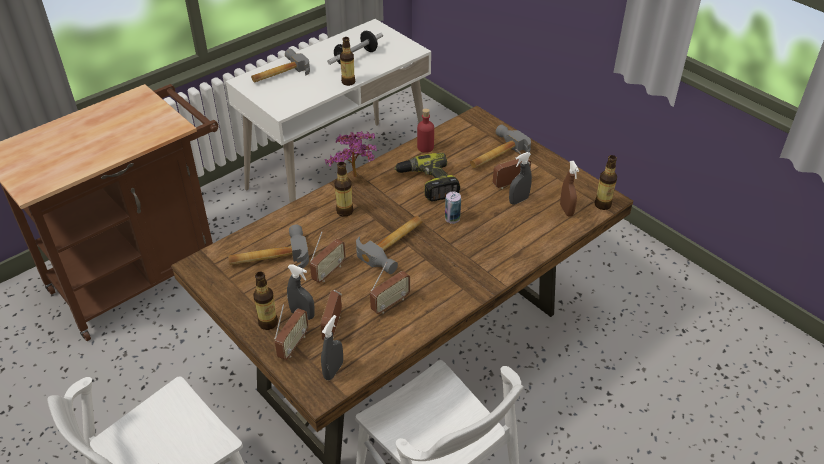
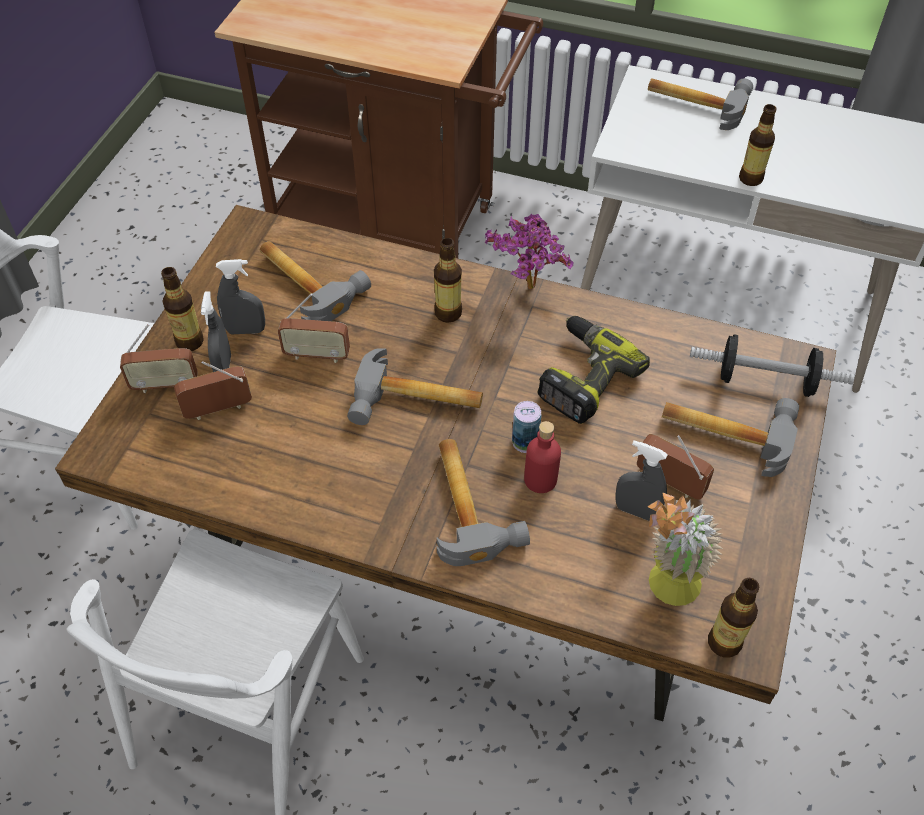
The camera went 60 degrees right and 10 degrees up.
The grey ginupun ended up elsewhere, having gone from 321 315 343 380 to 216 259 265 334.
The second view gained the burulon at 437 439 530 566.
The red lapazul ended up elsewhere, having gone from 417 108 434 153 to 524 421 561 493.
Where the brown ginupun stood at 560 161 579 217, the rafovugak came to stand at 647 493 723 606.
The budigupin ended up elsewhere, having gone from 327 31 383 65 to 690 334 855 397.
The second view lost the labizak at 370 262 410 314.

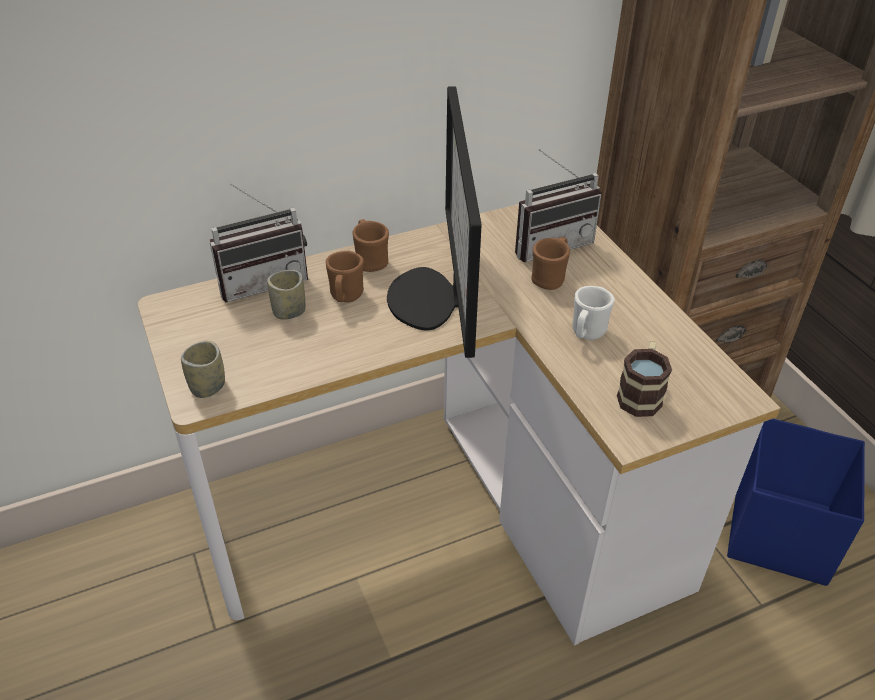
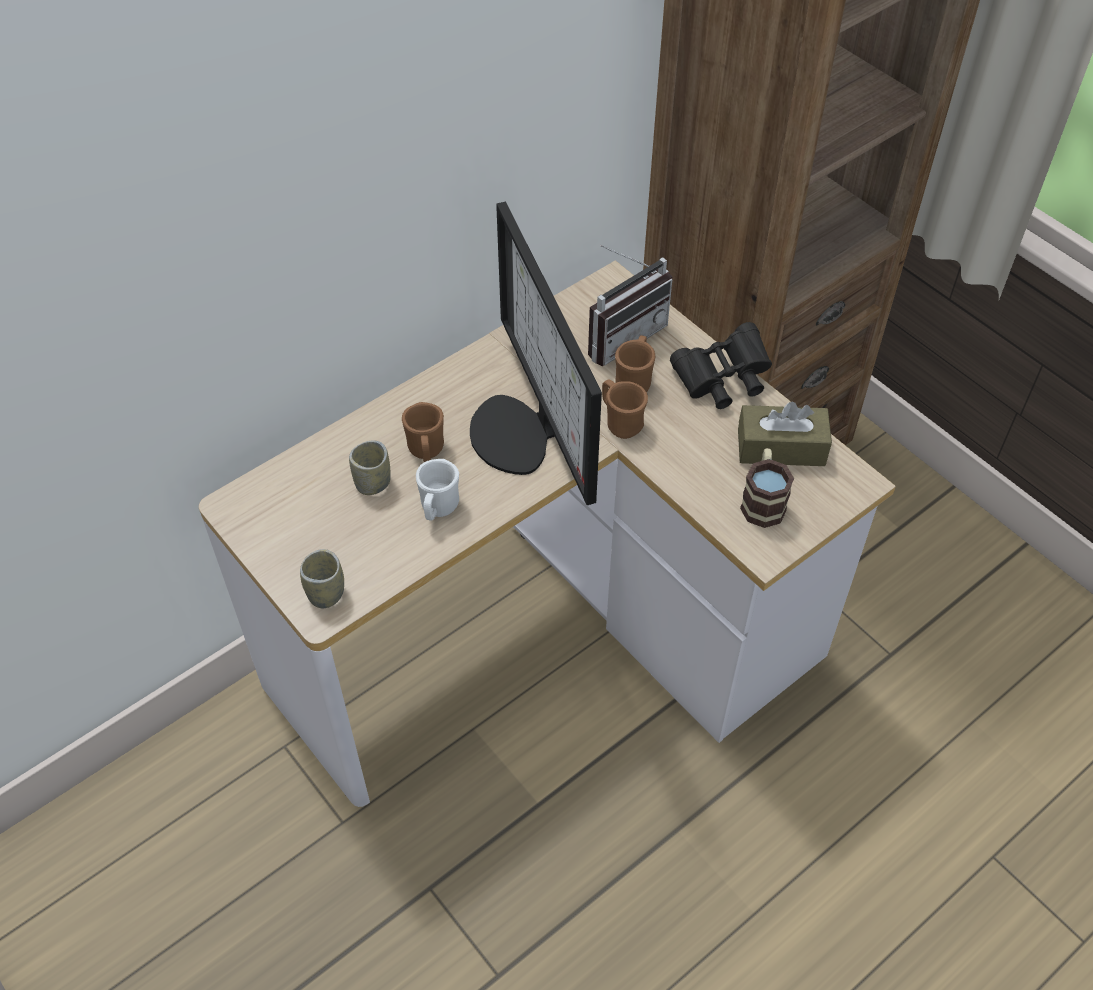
The camera went 15 degrees left and 10 degrees up.
The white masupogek ended up elsewhere, having gone from 572 286 615 340 to 416 459 459 521.
The brown masupogek ended up elsewhere, having gone from 353 219 389 272 to 602 379 648 439.
The second view gained the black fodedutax at 670 322 772 409.
The second view gained the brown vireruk at 738 402 832 466.
The second view lost the labizak at 210 184 308 302.
The second view lost the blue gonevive at 727 419 865 586.

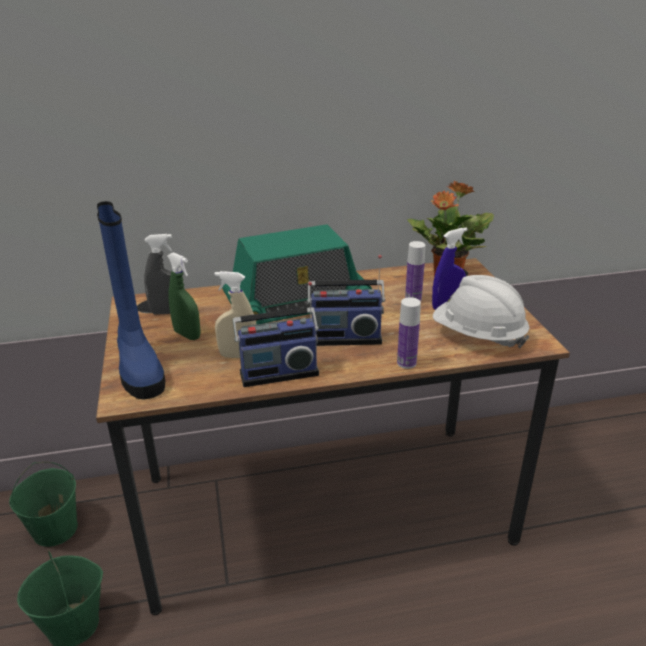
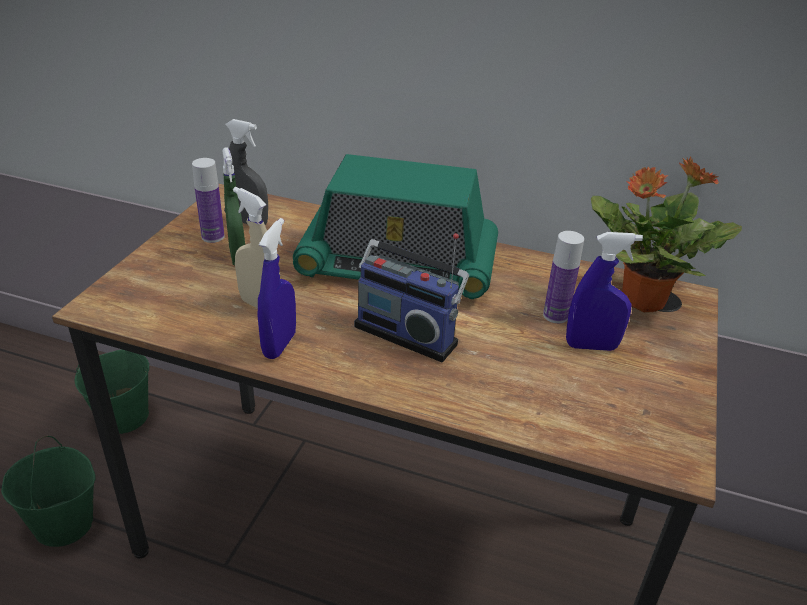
The camera went 30 degrees right and 5 degrees up.
The lapazul ended up elsewhere, having gone from 397 297 421 369 to 192 158 225 243.
Where the labizak stood at 233 282 319 387, the blue ginupun came to stand at 258 218 296 359.
The second view lost the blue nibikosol at 97 201 165 400.
The second view lost the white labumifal at 433 275 530 348.

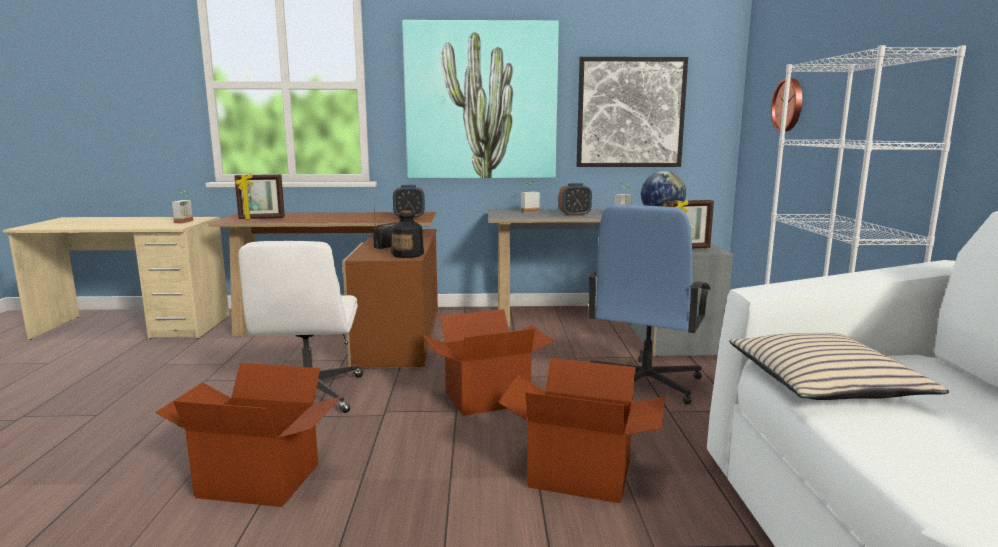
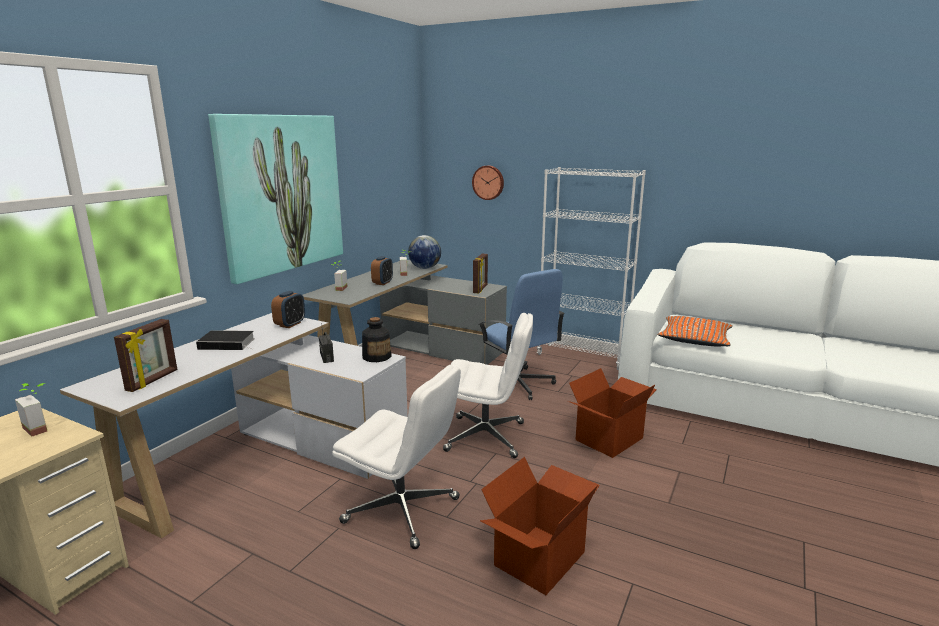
The camera went 60 degrees left and 5 degrees up.
What was the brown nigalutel at 208 212 438 368 turned into the white nigalutel at 60 313 408 538.
The second view gained the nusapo at 196 330 255 350.
Where the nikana stood at 422 309 554 416, the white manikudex came to stand at 443 313 533 458.
What was the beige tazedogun at 729 333 949 400 turned into the orange tazedogun at 657 316 733 346.
The second view lost the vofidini at 577 57 688 167.

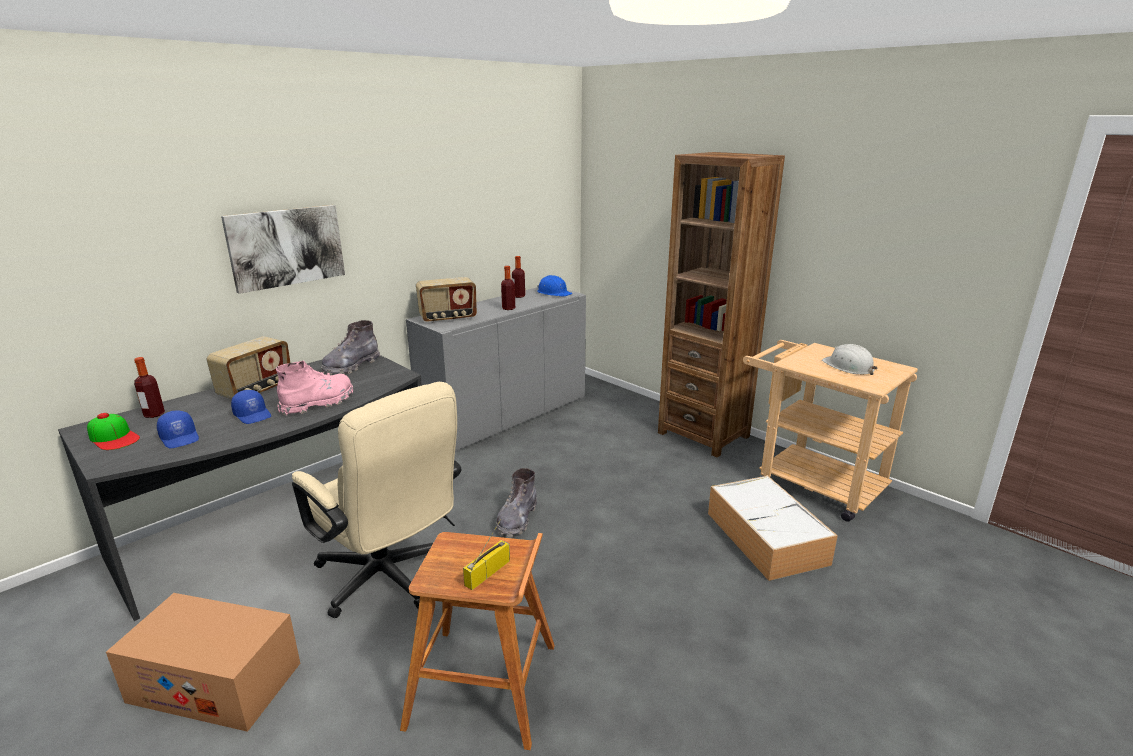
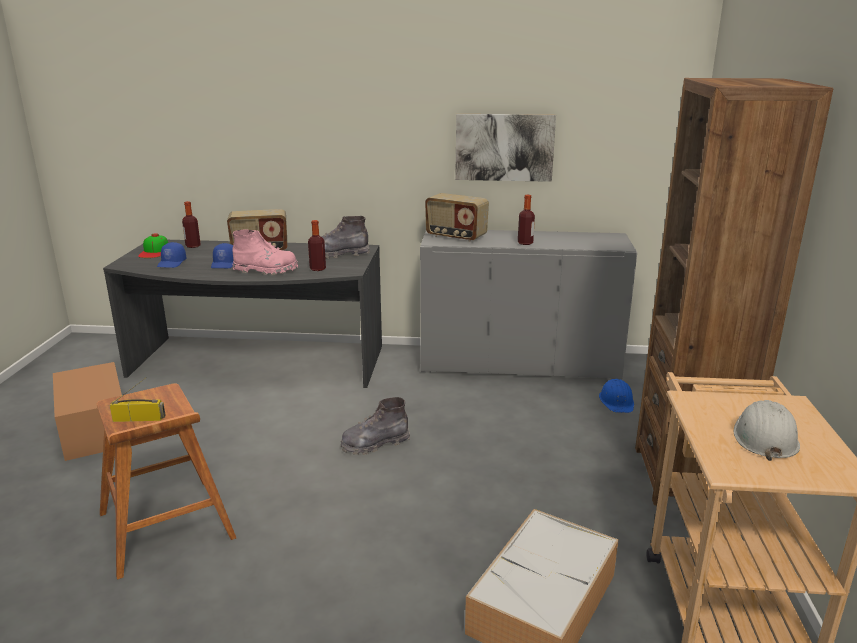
The camera went 50 degrees right and 0 degrees up.
The lapazul ended up elsewhere, having gone from 512 256 525 298 to 308 220 326 271.
The vofidini ended up elsewhere, having gone from 221 205 345 294 to 455 114 556 182.
The blue labumifal ended up elsewhere, having gone from 537 275 572 297 to 599 379 634 413.
The second view lost the beige manikudex at 292 382 461 619.

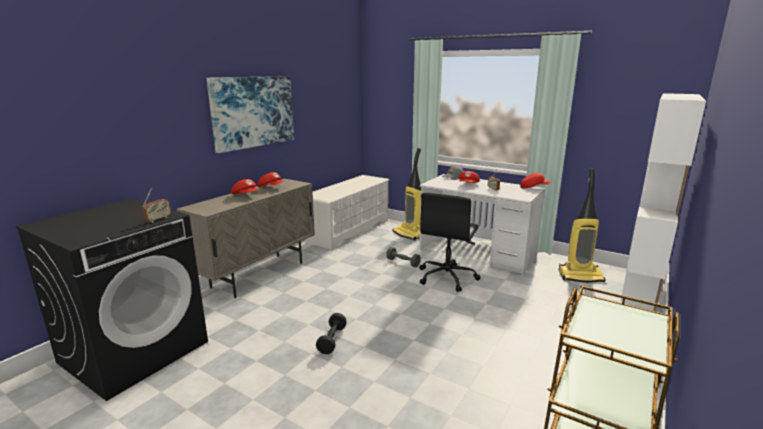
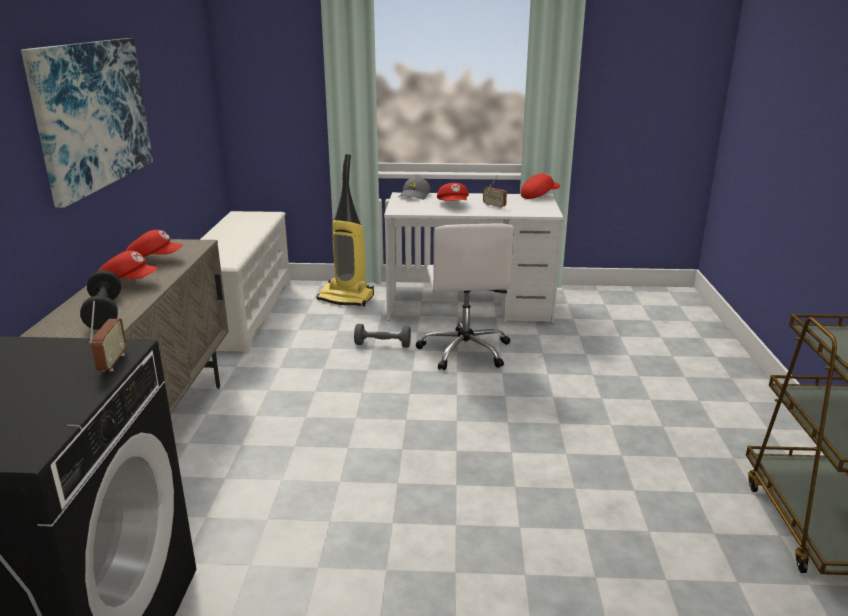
The camera went 30 degrees left and 5 degrees up.
The black budigupin ended up elsewhere, having gone from 316 313 347 354 to 80 270 121 330.
What was the black manikudex at 420 193 480 292 turned into the white manikudex at 415 224 514 370.
The second view lost the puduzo at 559 169 606 283.
The second view lost the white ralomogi at 620 93 706 311.

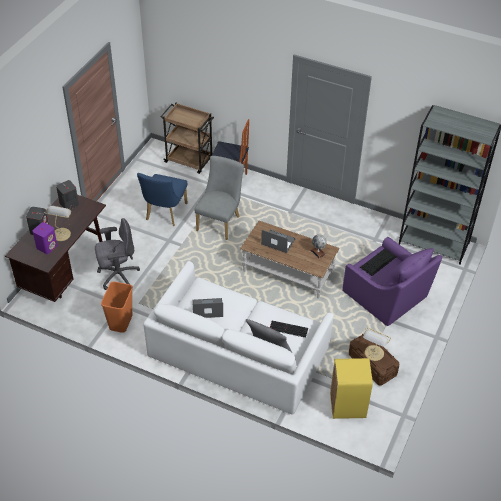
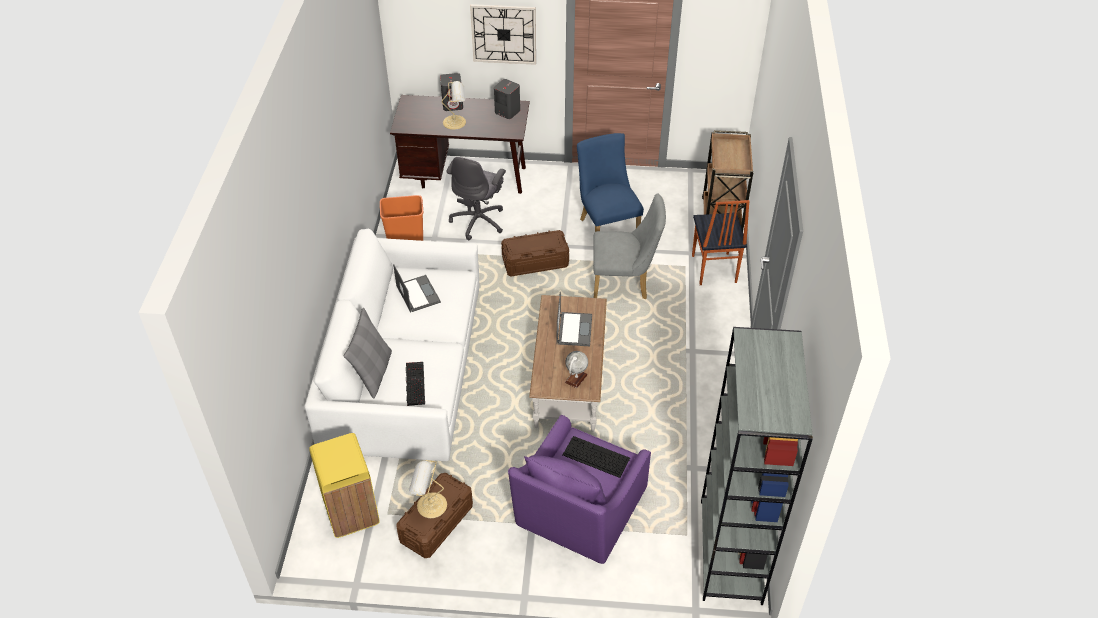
The camera went 70 degrees right and 0 degrees up.
The grey manikudex at 95 218 140 290 ended up facing another way, 60 degrees clockwise from before.
The second view gained the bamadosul at 470 4 536 65.
The second view gained the brown gonevive at 501 230 569 276.
The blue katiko at 137 173 187 226 ended up facing another way, 75 degrees clockwise from before.
The second view lost the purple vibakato at 33 222 58 254.

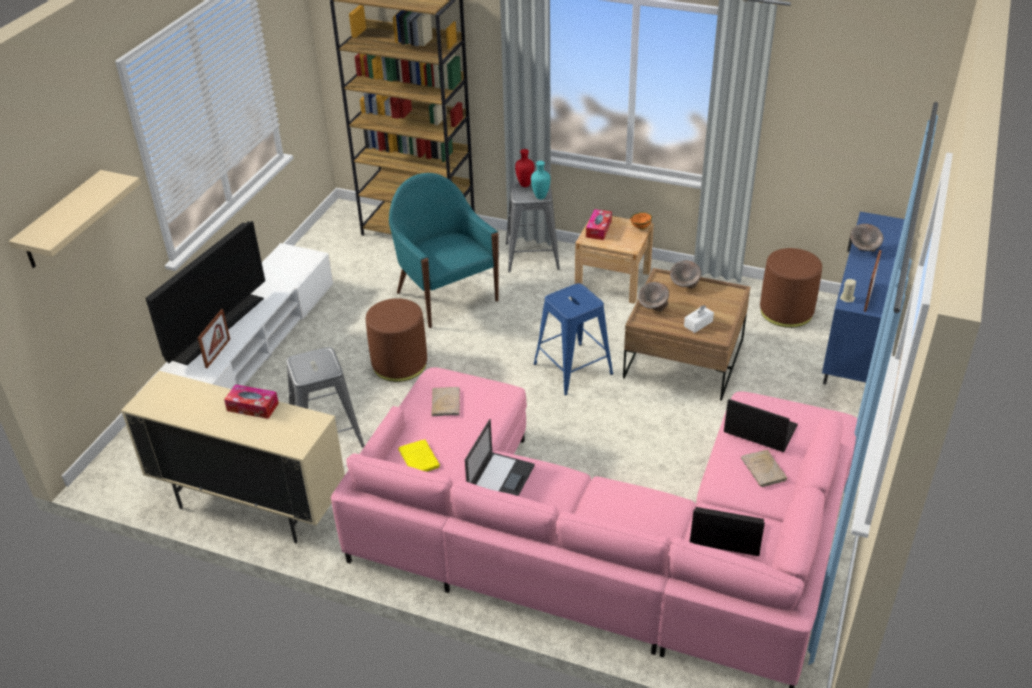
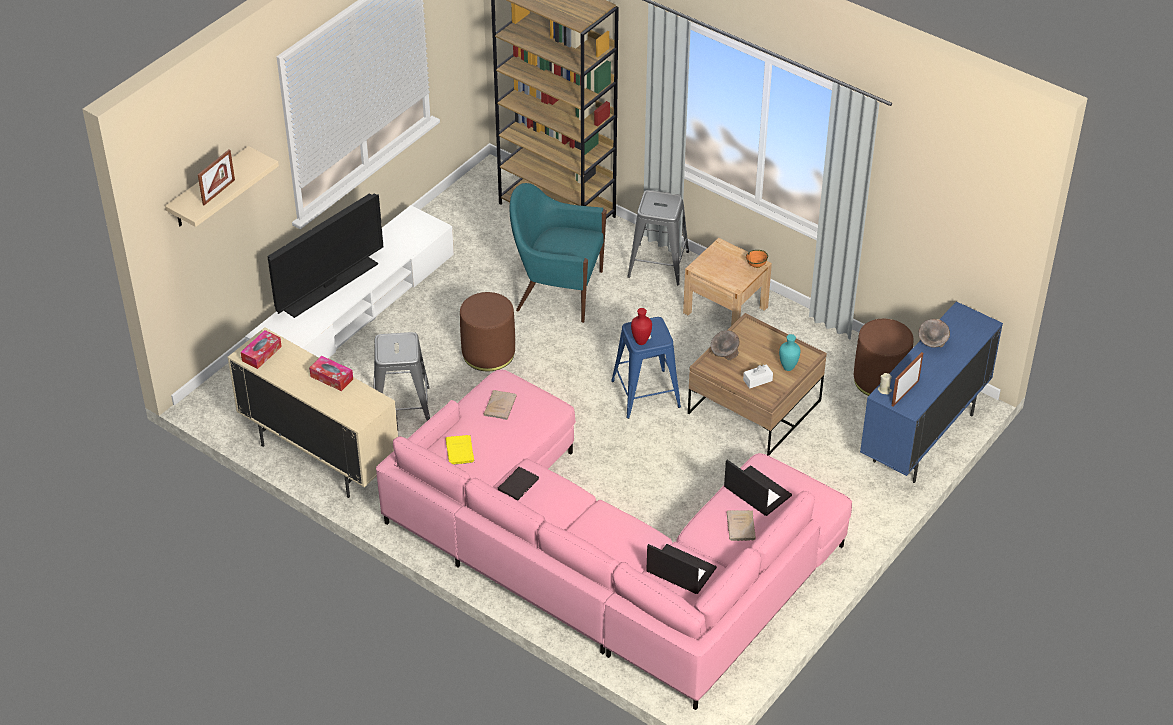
The camera went 15 degrees right and 5 degrees up.
The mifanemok ended up elsewhere, having gone from 198 309 230 368 to 198 150 235 205.
The vireruk ended up elsewhere, having gone from 586 209 612 240 to 241 330 282 369.
Where the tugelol stood at 465 419 535 496, the black nusapo came to stand at 497 467 539 500.
The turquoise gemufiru at 389 173 499 328 ended up facing another way, 60 degrees counterclockwise from before.
The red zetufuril ended up elsewhere, having gone from 515 149 534 187 to 631 308 652 345.
The turquoise zetufuril ended up elsewhere, having gone from 531 161 550 199 to 779 334 801 371.
The second view lost the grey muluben at 670 260 701 289.

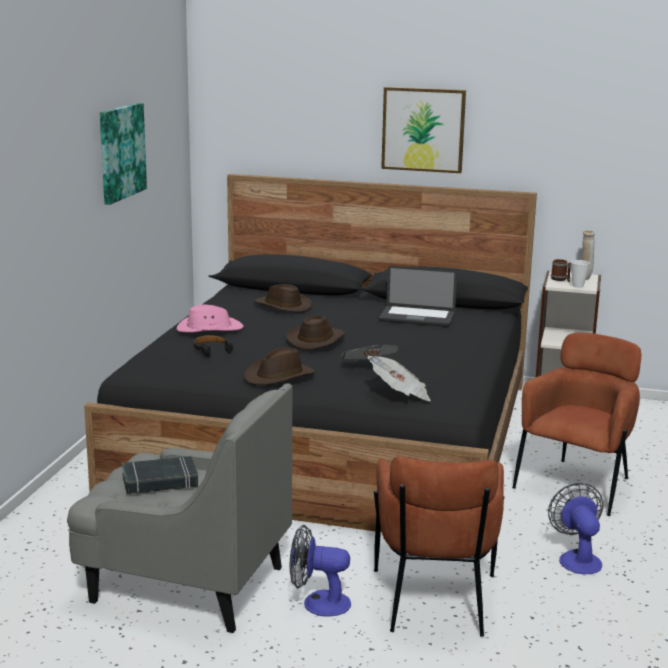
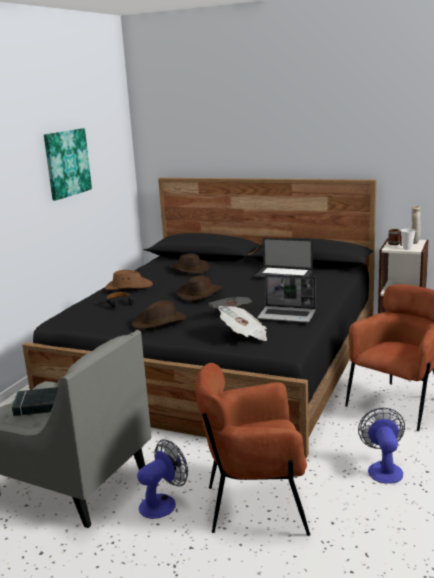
The camera went 10 degrees right and 0 degrees up.
What was the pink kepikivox at 176 305 244 333 turned into the brown kepikivox at 105 270 153 290.
The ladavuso at 290 525 351 617 ended up facing another way, 120 degrees clockwise from before.
The brown gemufiru at 374 456 504 637 ended up facing another way, 75 degrees clockwise from before.
The second view gained the tugelol at 257 274 316 323.
The second view lost the vofidini at 381 87 466 173.

